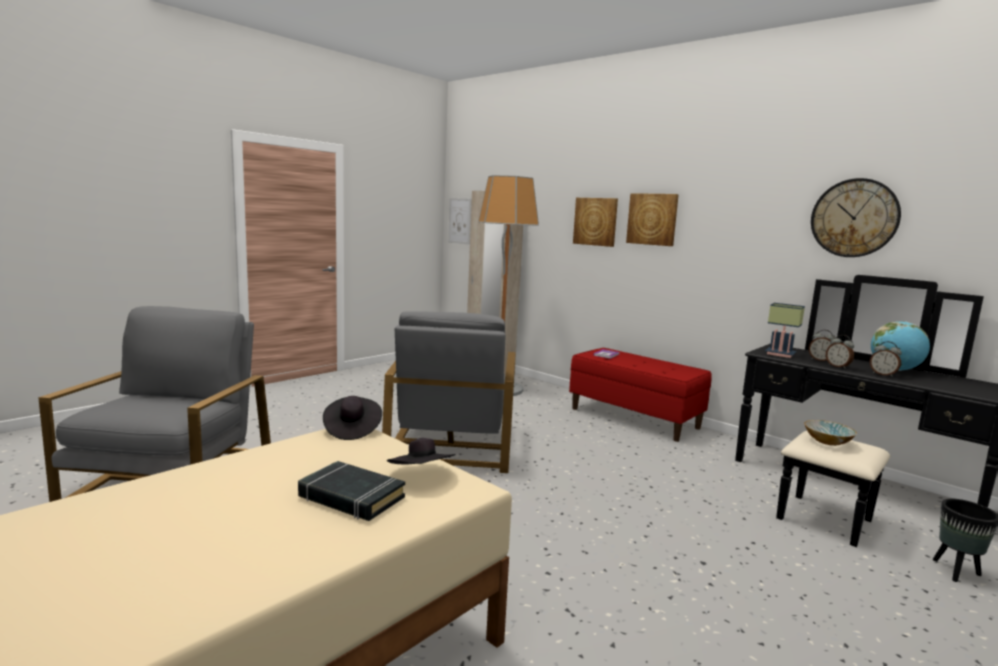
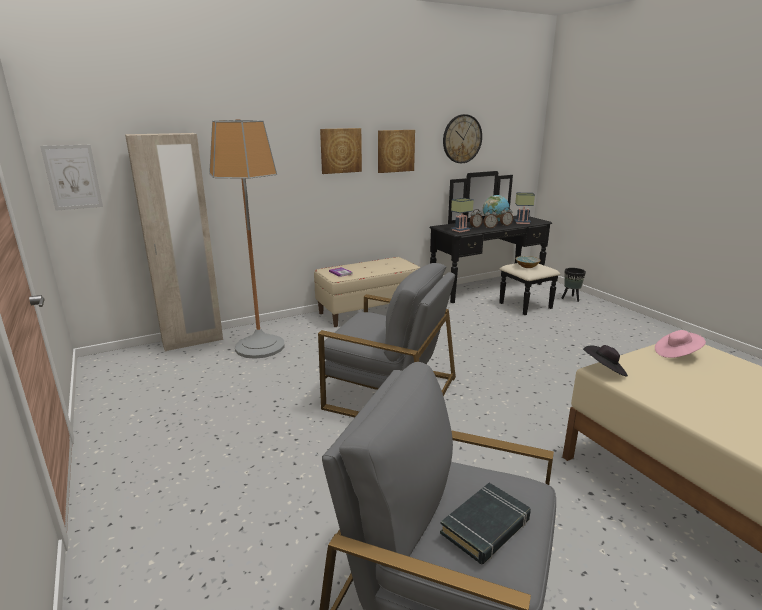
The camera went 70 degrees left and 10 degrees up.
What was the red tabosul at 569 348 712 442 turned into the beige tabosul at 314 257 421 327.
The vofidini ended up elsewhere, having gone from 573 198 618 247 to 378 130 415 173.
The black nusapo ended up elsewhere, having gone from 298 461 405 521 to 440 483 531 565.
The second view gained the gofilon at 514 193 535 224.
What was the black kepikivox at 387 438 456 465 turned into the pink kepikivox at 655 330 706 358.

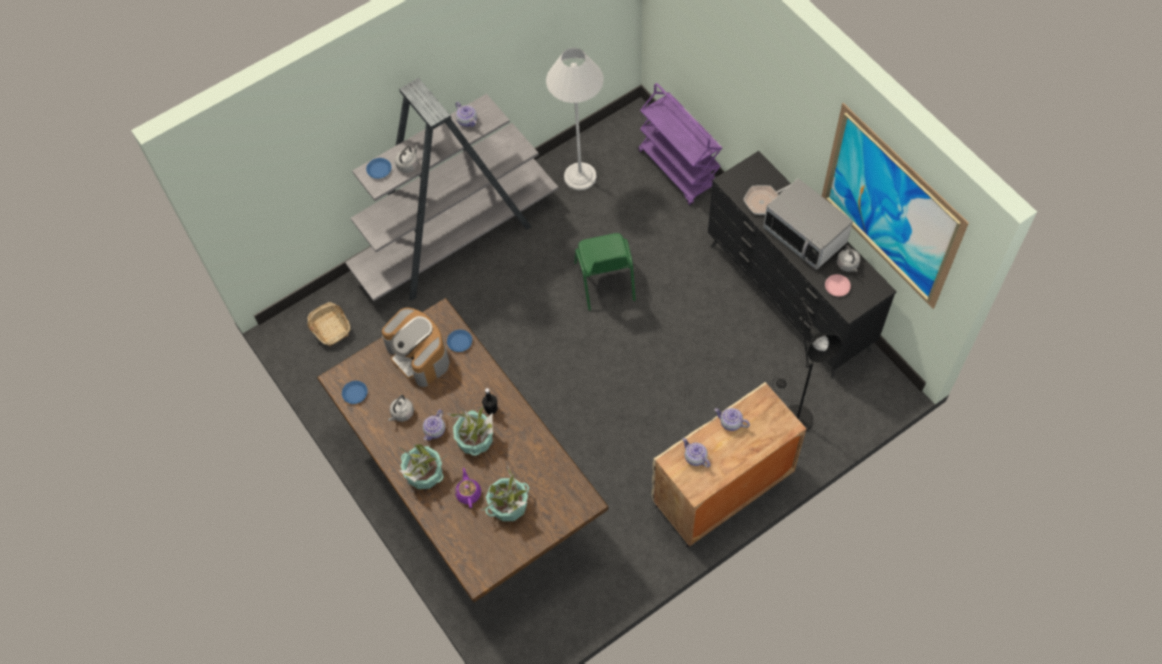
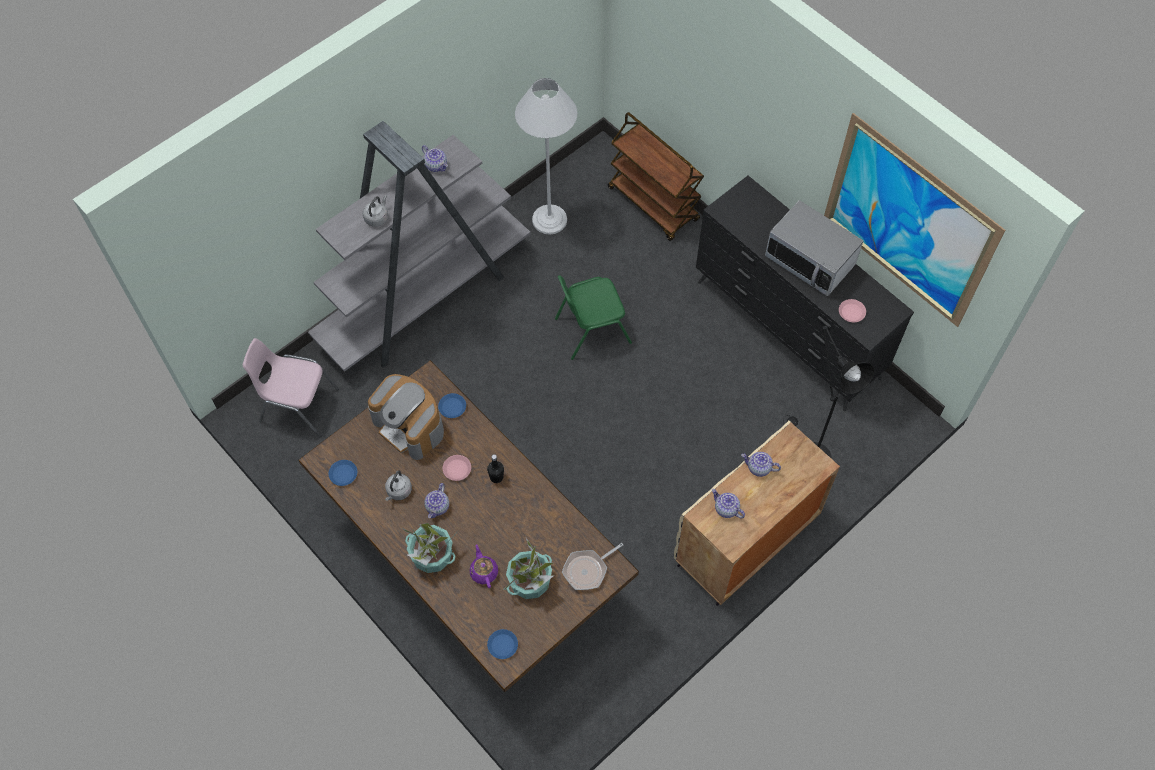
The camera went 10 degrees left and 0 degrees up.
Where the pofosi stood at 307 302 351 346, the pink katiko came to stand at 243 338 339 438.
The second view gained the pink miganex at 443 455 471 481.
The blue miganex ended up elsewhere, having gone from 366 158 391 179 to 487 629 518 659.
The green katiko at 574 233 636 311 ended up facing another way, 90 degrees clockwise from before.
The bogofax ended up elsewhere, having gone from 743 184 791 215 to 562 543 623 590.
What was the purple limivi at 638 83 722 205 turned into the brown limivi at 608 112 704 241.
The second view lost the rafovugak at 448 407 493 456.
The second view lost the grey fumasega at 837 245 860 272.

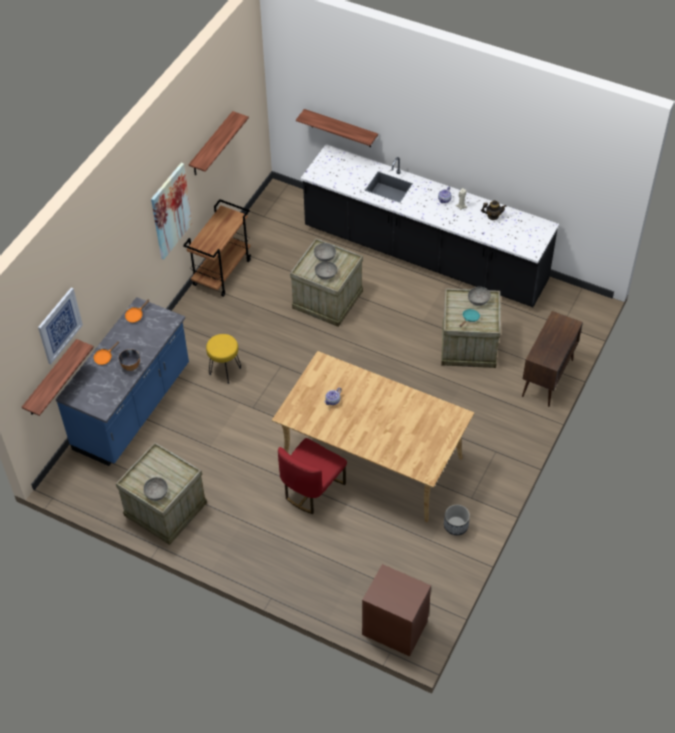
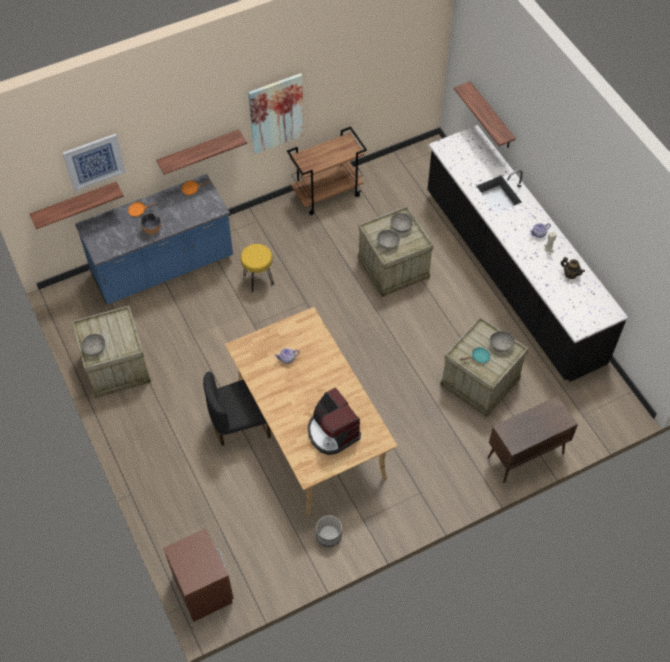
The camera went 35 degrees right and 5 degrees up.
The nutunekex ended up elsewhere, having gone from 189 111 249 176 to 156 130 247 175.
What was the red katiko at 278 438 347 514 turned into the black katiko at 203 371 271 446.
The second view gained the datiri at 308 387 361 455.

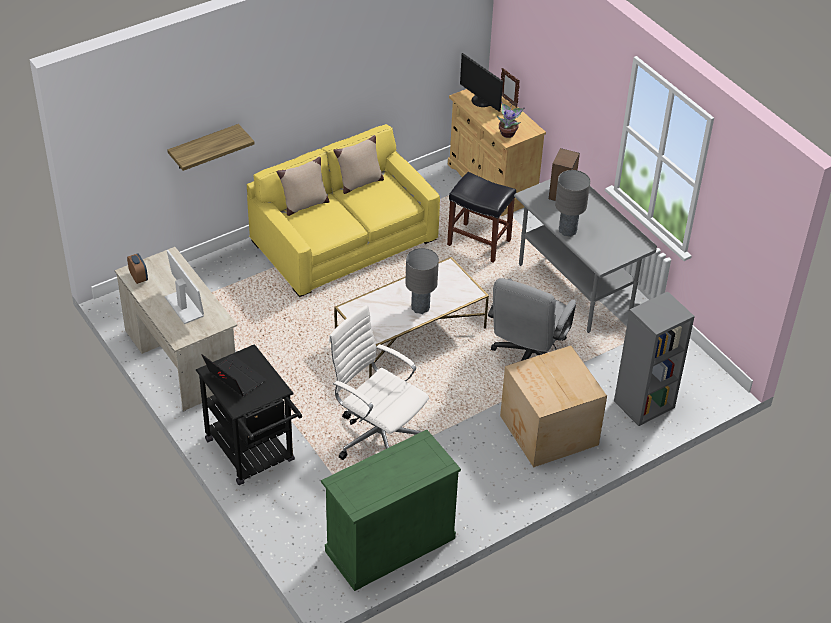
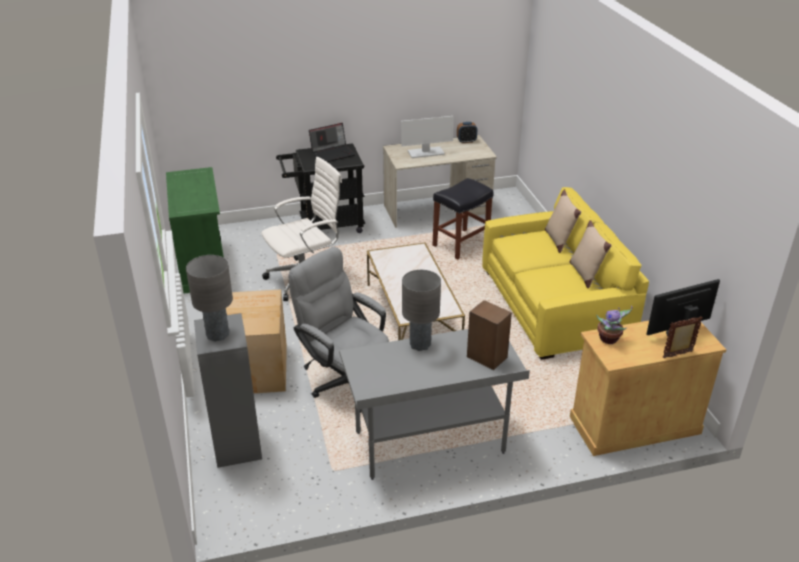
The camera went 110 degrees right and 10 degrees down.
The grey gofilon ended up elsewhere, having gone from 405 248 439 314 to 186 255 233 342.
The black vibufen ended up elsewhere, having gone from 447 172 516 263 to 432 178 494 260.
The second view lost the nutunekex at 167 124 255 171.

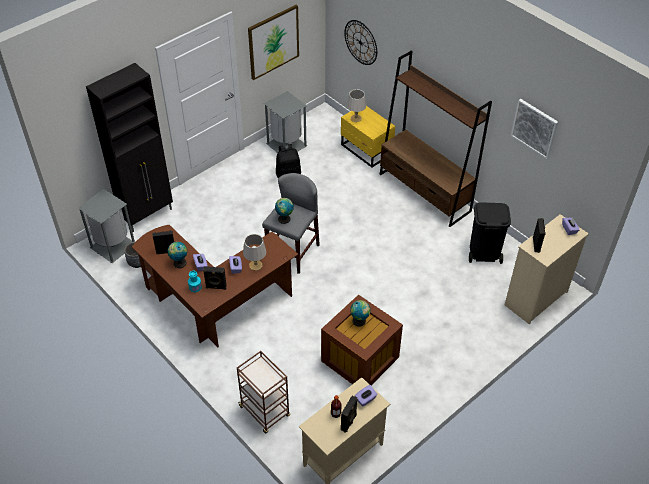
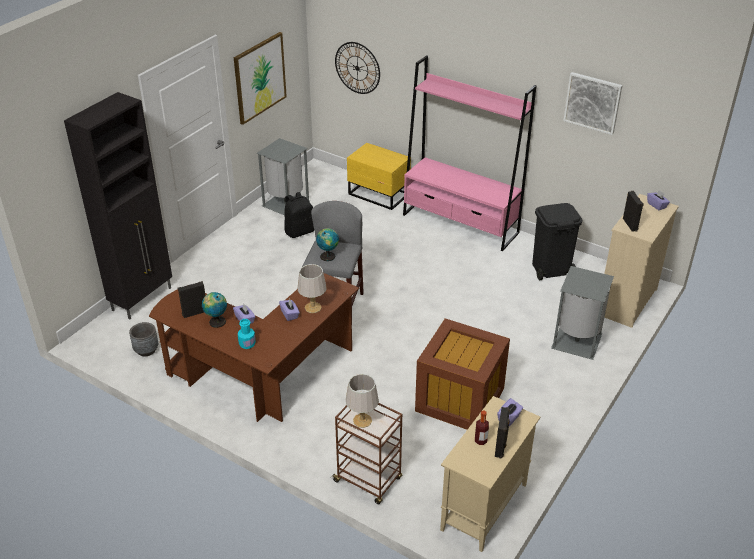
The camera went 15 degrees left and 10 degrees down.
The grey gofilon ended up elsewhere, having gone from 347 89 366 122 to 346 374 379 428.
What was the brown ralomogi at 379 51 492 227 turned into the pink ralomogi at 403 55 536 251.
The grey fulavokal ended up elsewhere, having gone from 78 189 135 263 to 551 266 614 360.
The second view lost the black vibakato at 203 266 227 290.
The second view lost the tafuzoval at 350 300 371 327.

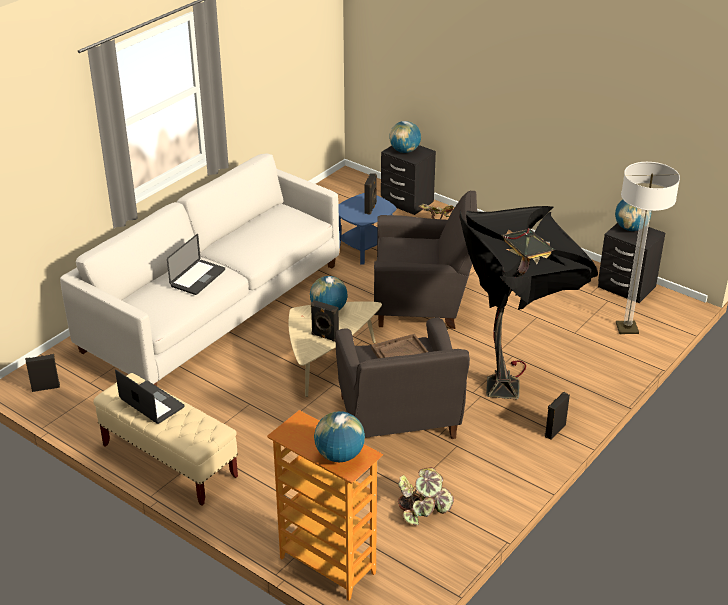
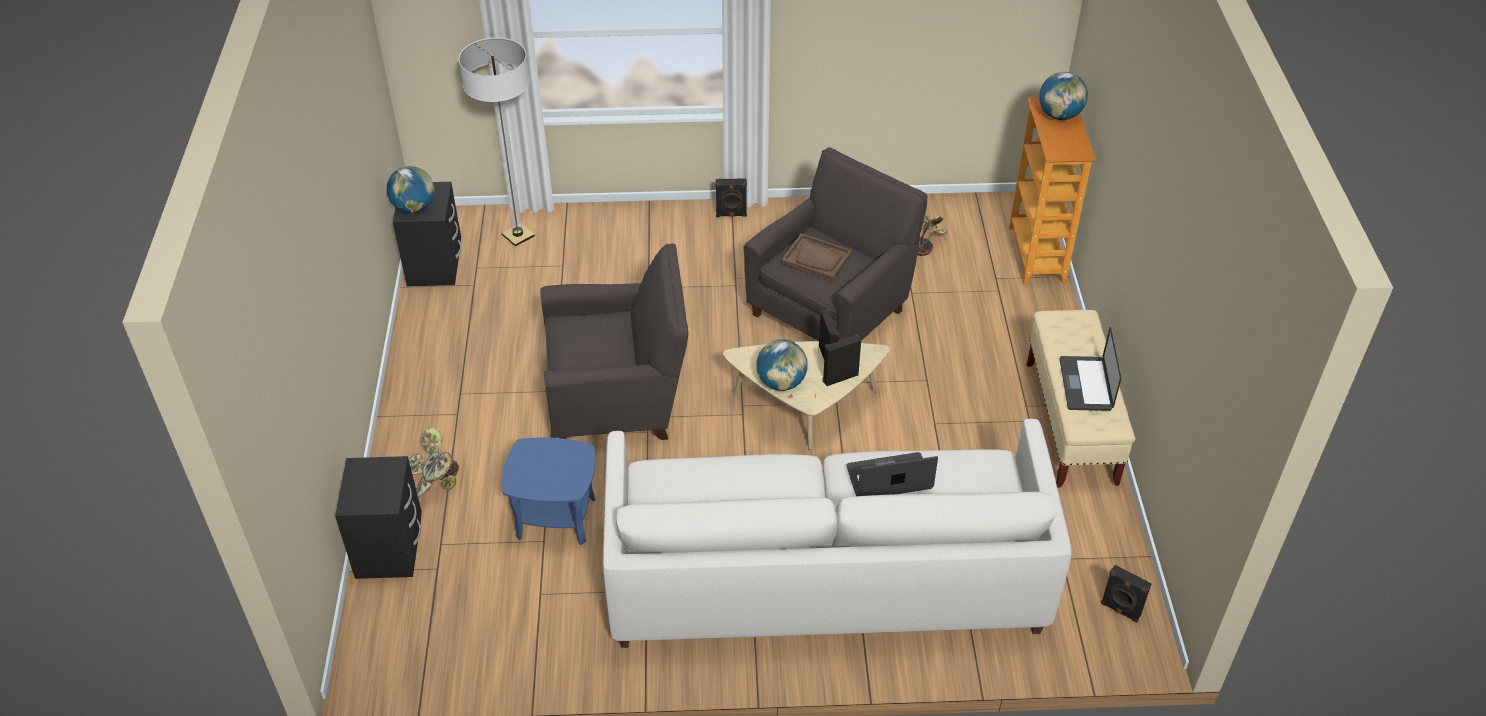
The camera went 130 degrees left and 10 degrees up.
The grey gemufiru at 374 190 477 329 ended up facing another way, 120 degrees clockwise from before.
The black vibakato ended up elsewhere, having gone from 364 173 377 215 to 823 334 861 386.
The second view lost the tafuzoval at 389 121 421 153.
The second view lost the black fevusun at 460 206 598 399.

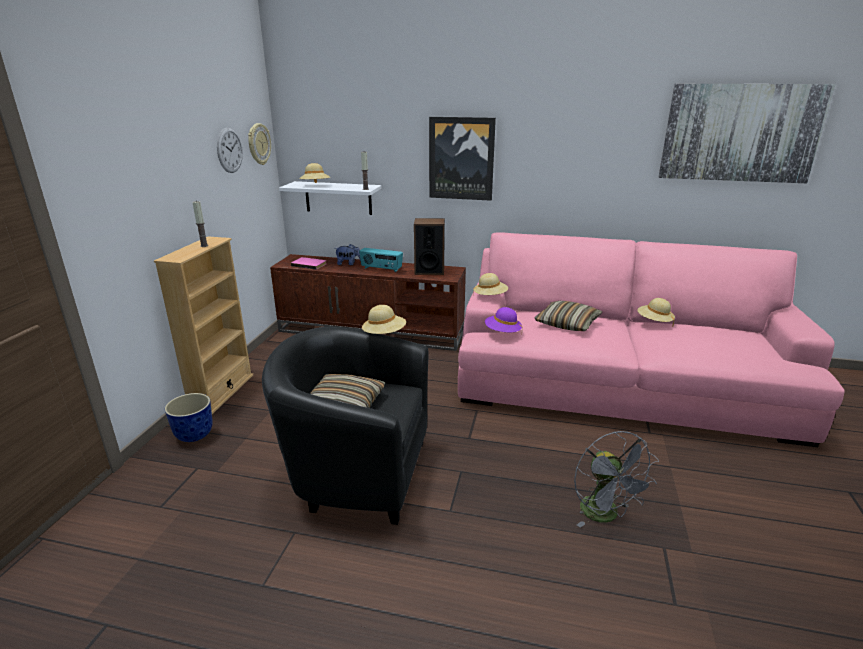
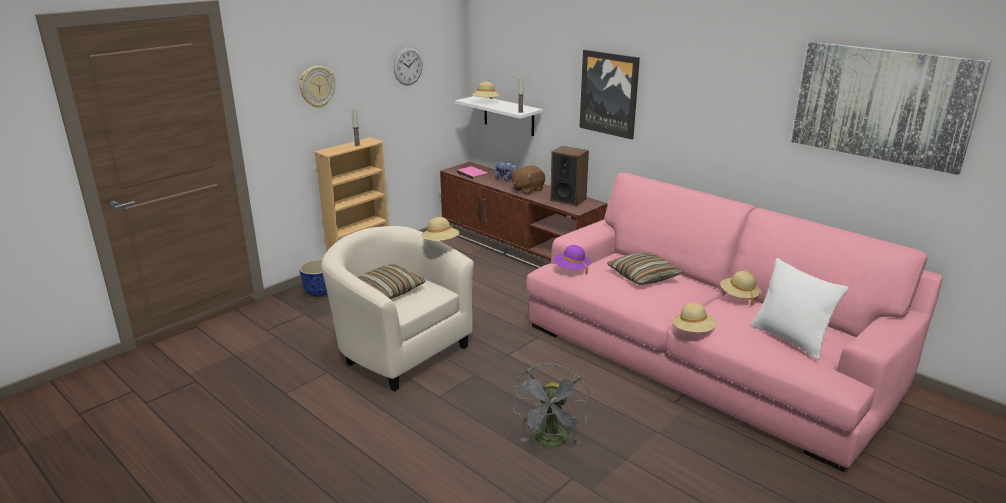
The camera went 30 degrees right and 0 degrees up.
The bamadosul ended up elsewhere, having gone from 248 123 271 165 to 299 66 335 108.
What was the black gemufiru at 262 327 429 525 turned into the beige gemufiru at 321 226 474 392.
Where the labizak stood at 359 248 403 272, the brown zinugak came to stand at 512 165 545 195.
The beige kepikivox ended up elsewhere, having gone from 473 273 508 295 to 673 303 717 332.
The second view gained the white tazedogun at 751 258 849 360.

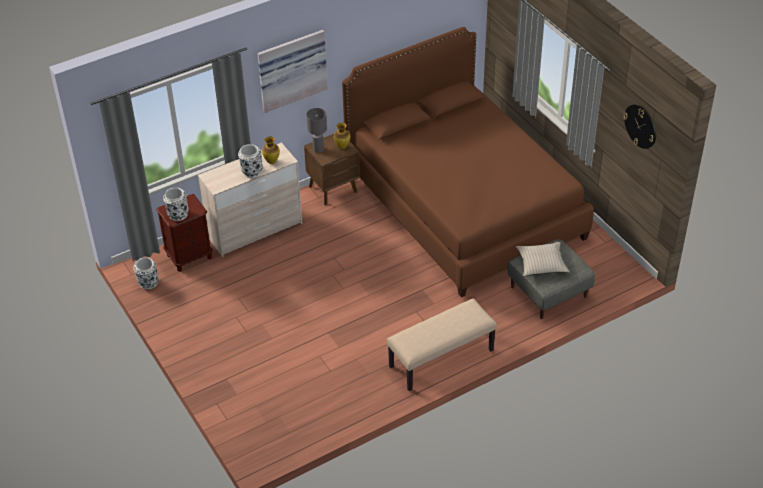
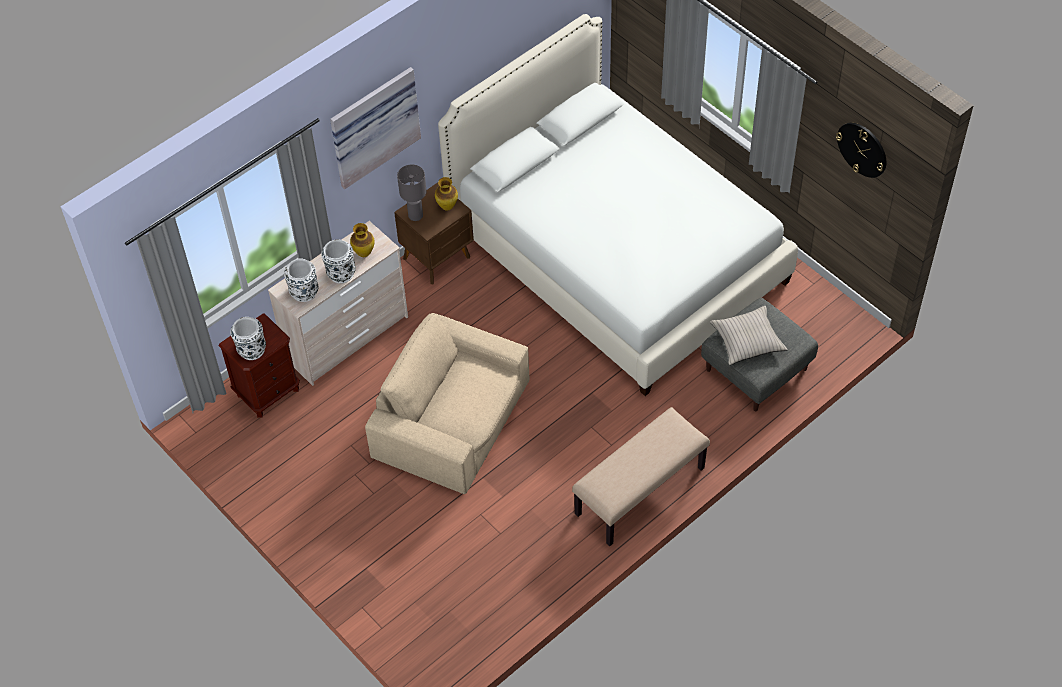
The camera went 10 degrees left and 10 degrees up.
The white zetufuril ended up elsewhere, having gone from 134 257 158 289 to 284 258 318 302.
The second view gained the beige gemufiru at 365 313 529 494.
What was the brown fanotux at 342 27 594 297 turned into the white fanotux at 438 14 798 396.

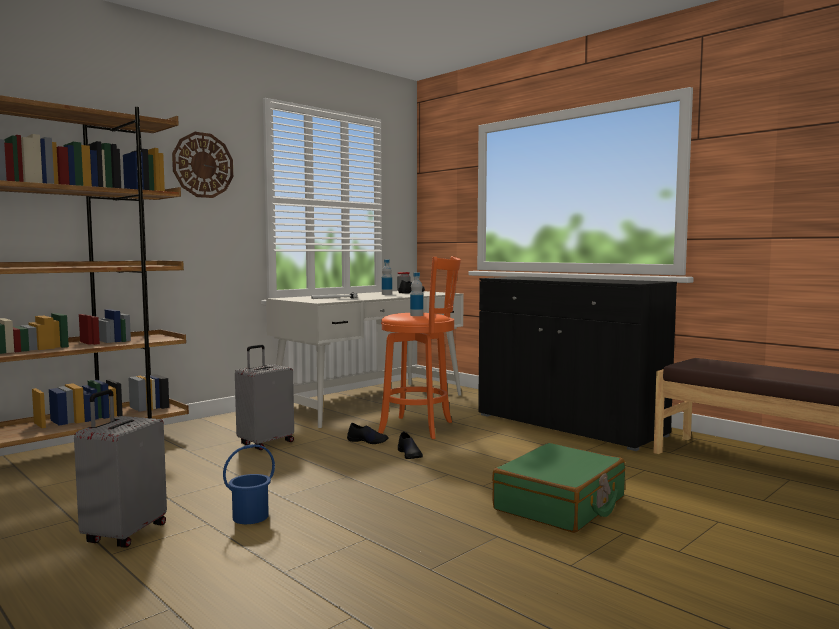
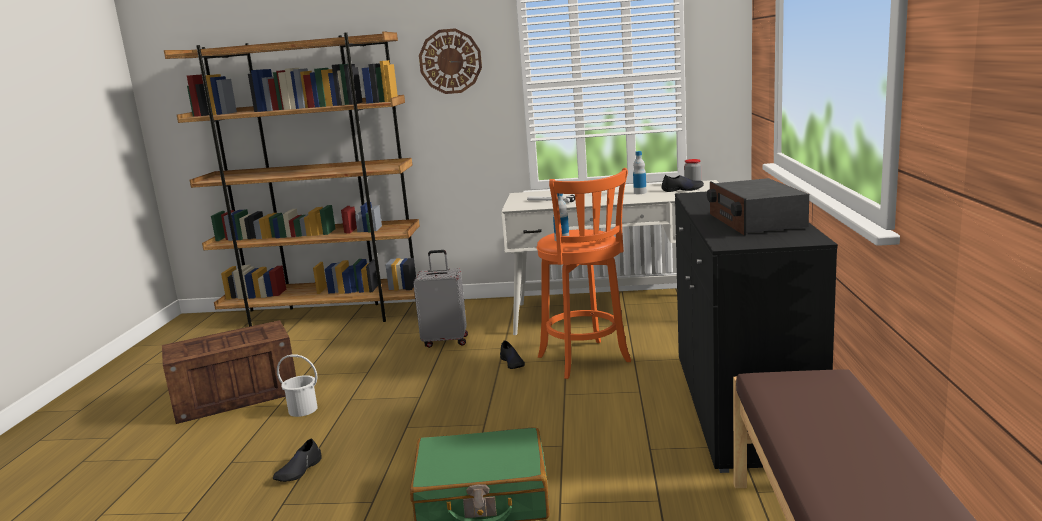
The camera went 50 degrees right and 10 degrees up.
Where the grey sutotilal stood at 74 390 167 548, the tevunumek came to stand at 162 320 296 424.
The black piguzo ended up elsewhere, having gone from 398 432 423 459 to 273 439 322 482.
What was the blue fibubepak at 223 444 275 524 turned into the white fibubepak at 277 355 318 417.
The second view gained the labizak at 707 178 809 236.

